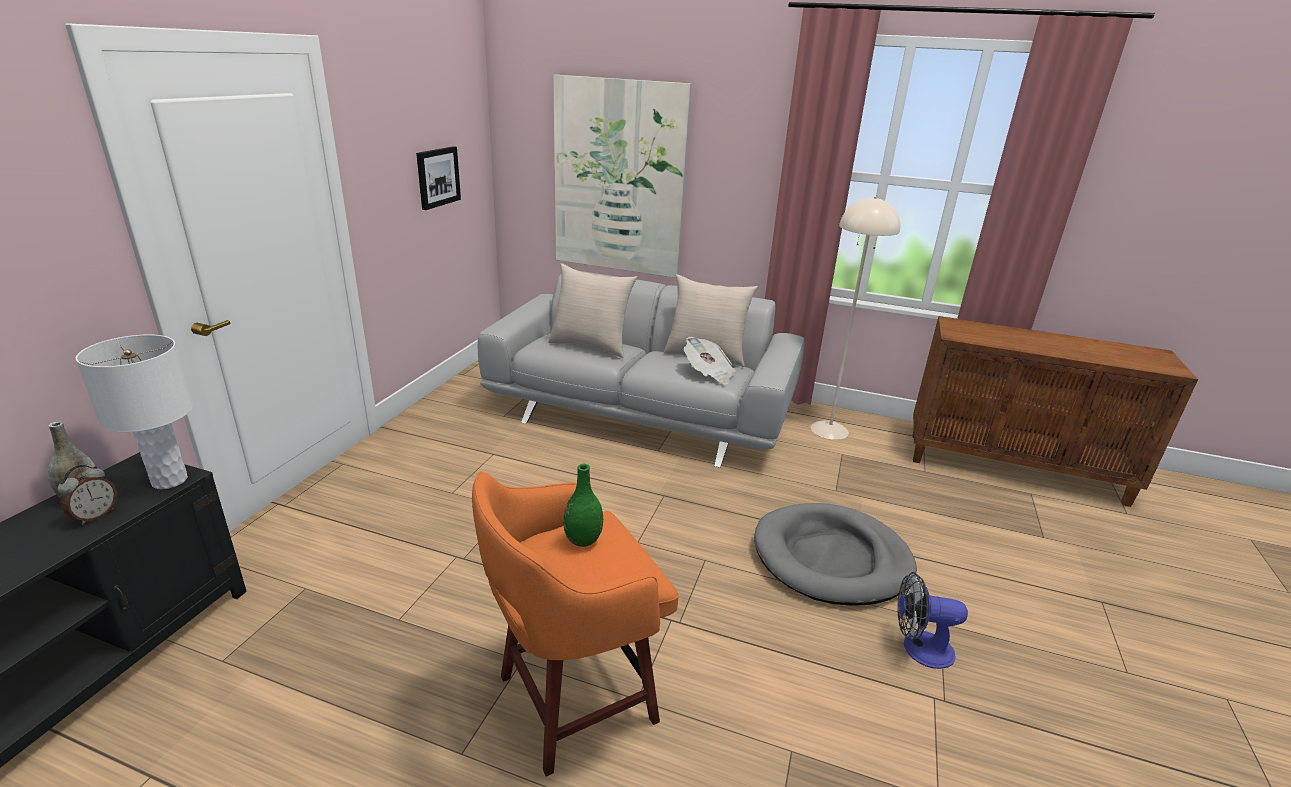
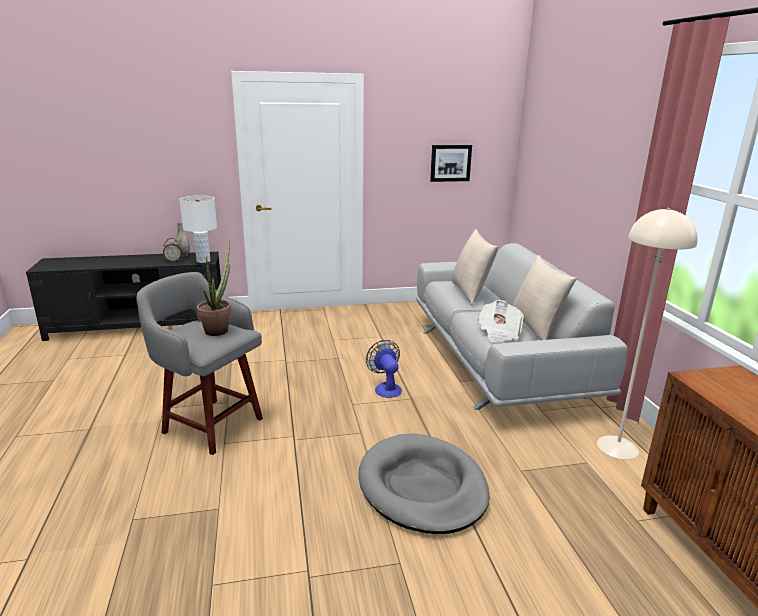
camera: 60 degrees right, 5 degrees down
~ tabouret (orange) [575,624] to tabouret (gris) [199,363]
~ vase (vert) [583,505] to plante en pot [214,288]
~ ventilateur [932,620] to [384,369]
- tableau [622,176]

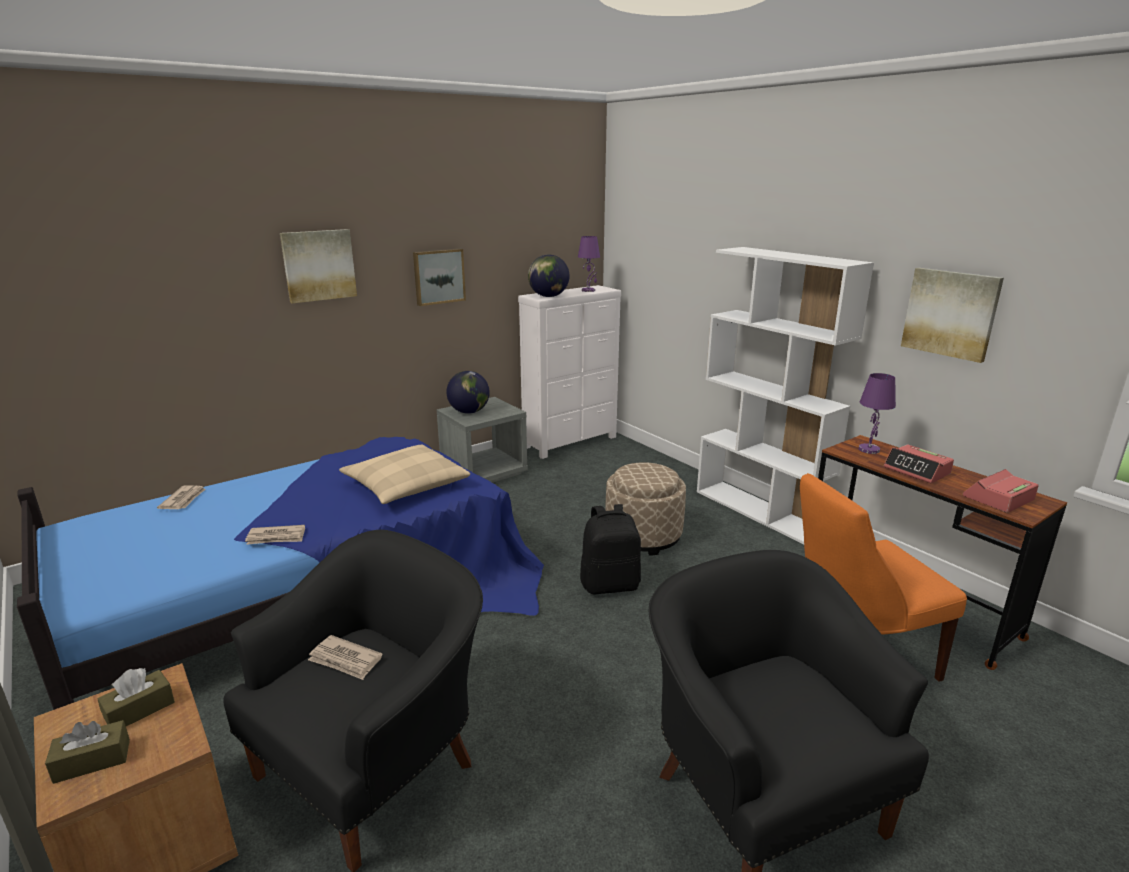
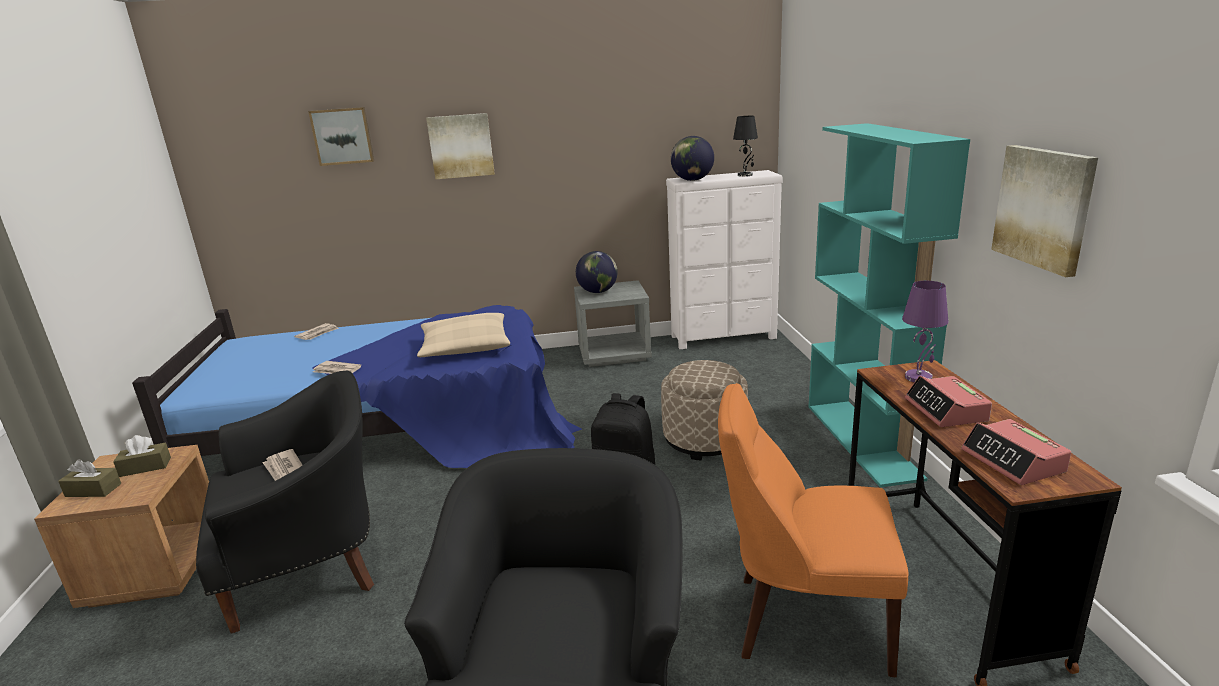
camera: 30 degrees right, 0 degrees up
~ tableau [439,277] to [341,136]
~ lampe de table (violet) [589,264] to lampe de table (noir) [745,146]
~ bibliothèque (blanc) [785,395] to bibliothèque (turquoise) [889,305]
~ réveil [1001,491] = [1016,452] 105 degrees counterclockwise

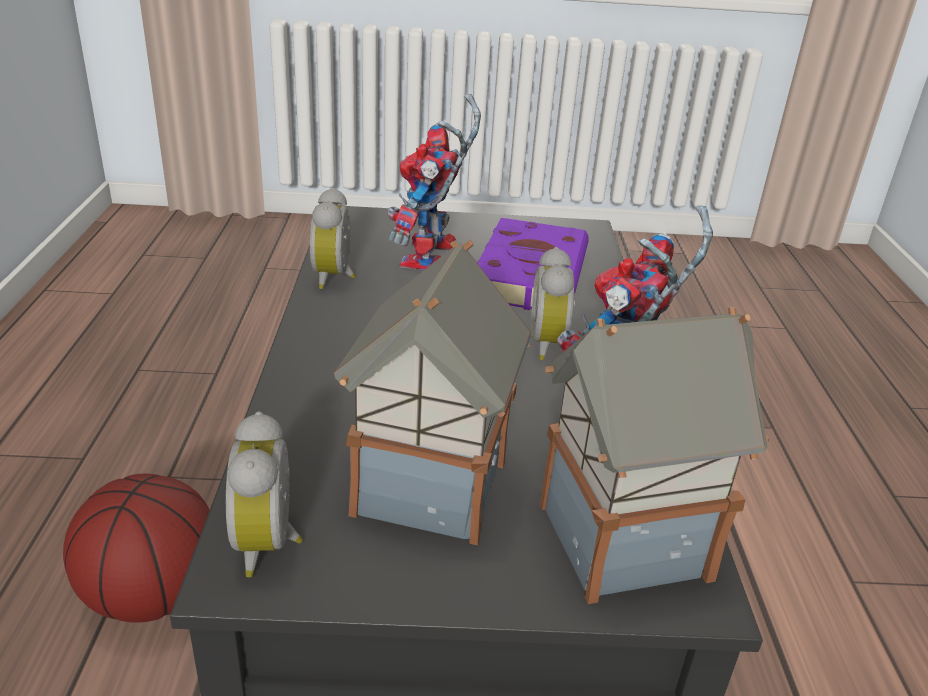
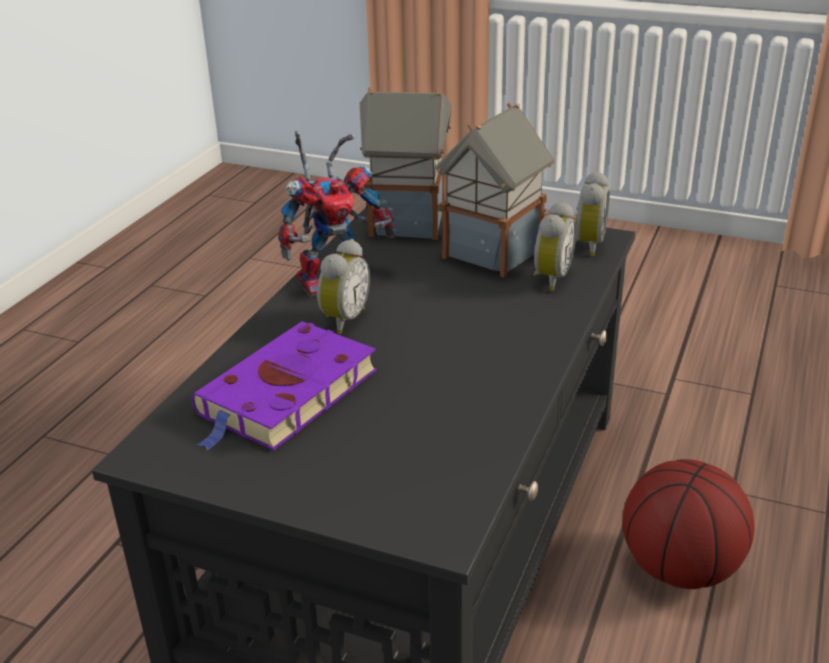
camera: 155 degrees left, 0 degrees up
~ réveil [333,238] to [554,246]
- robot jouet [434,182]

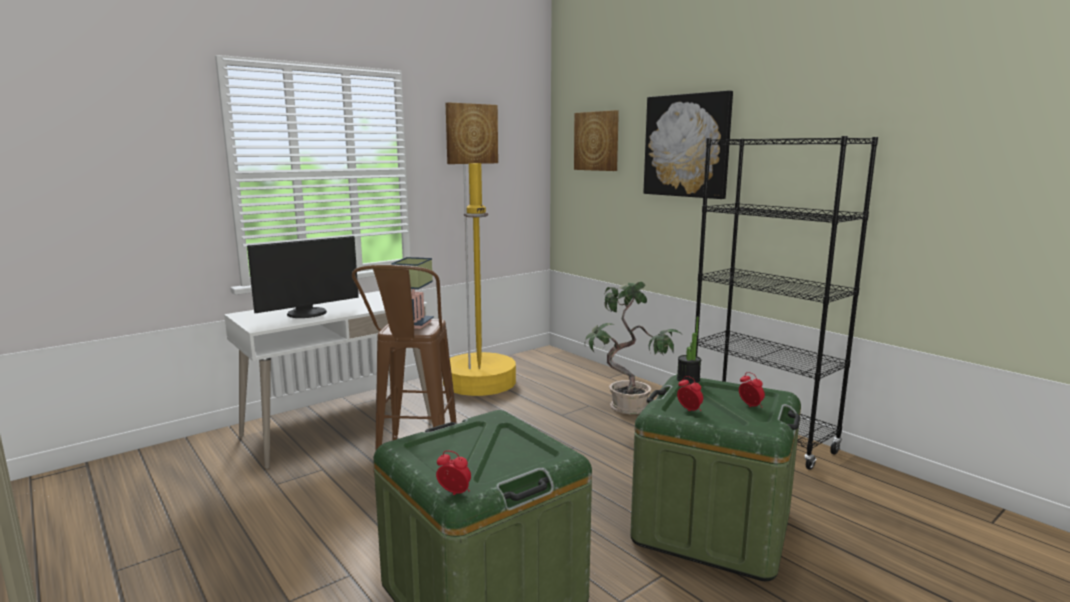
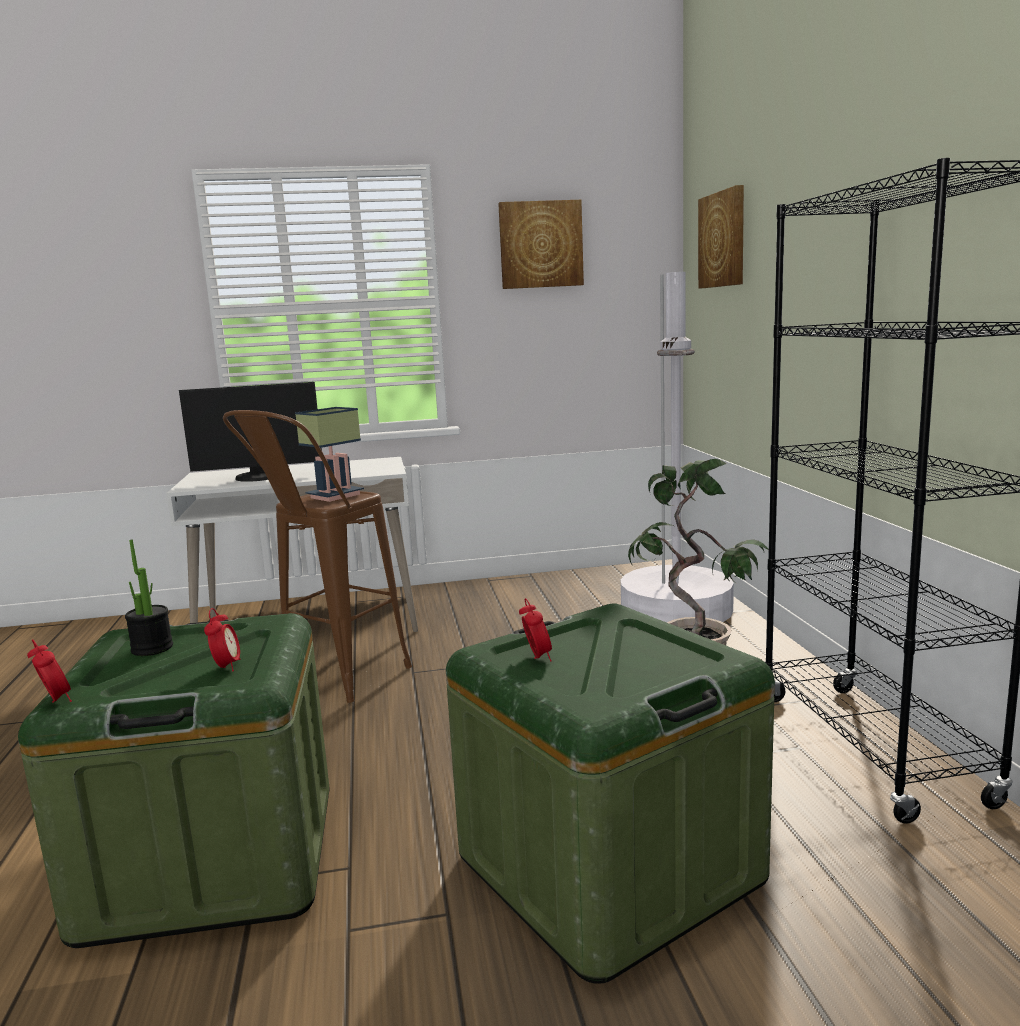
camera: 30 degrees right, 0 degrees up
~ plante en pot [689,350] to [149,598]
~ réveil [752,389] to [222,640]
+ lampadaire (blanc) [677,447]
- lampadaire (jaune) [479,279]
- tableau [688,145]

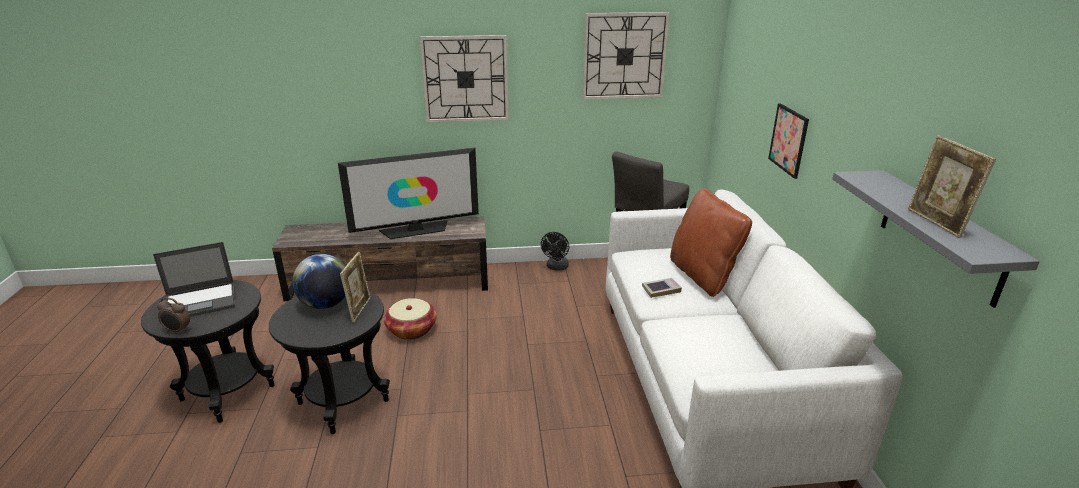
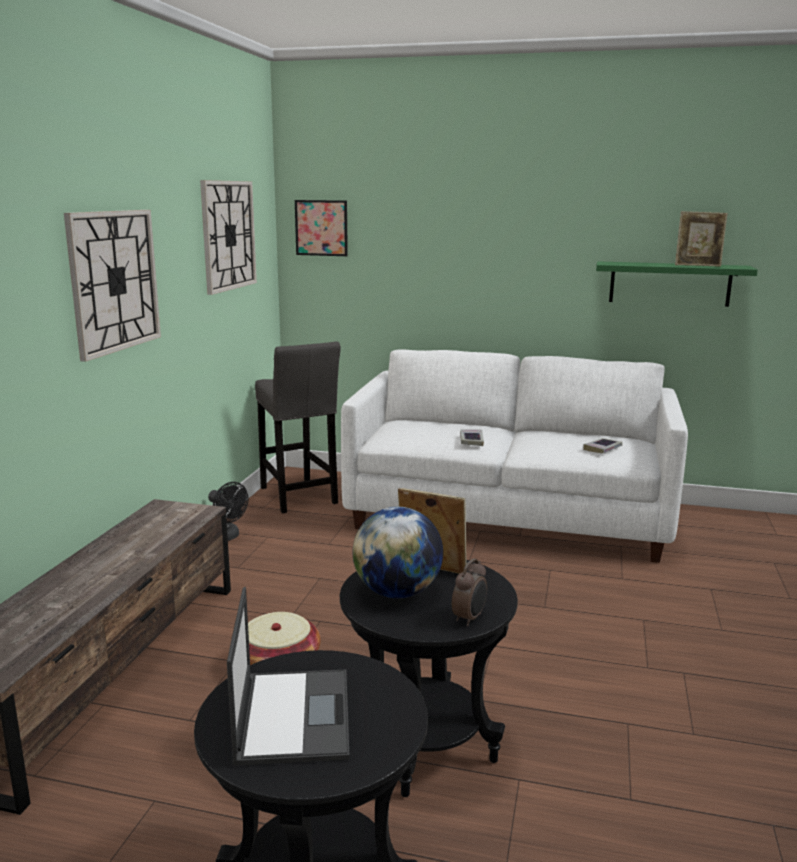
camera: 70 degrees left, 10 degrees down
~ tableau [788,141] to [321,228]
~ réveil [173,315] to [469,592]
+ livre [603,446]
~ étagère (gris) [936,239] to étagère (vert) [677,284]
- téléviseur [408,193]
- coussin (marron) [711,242]

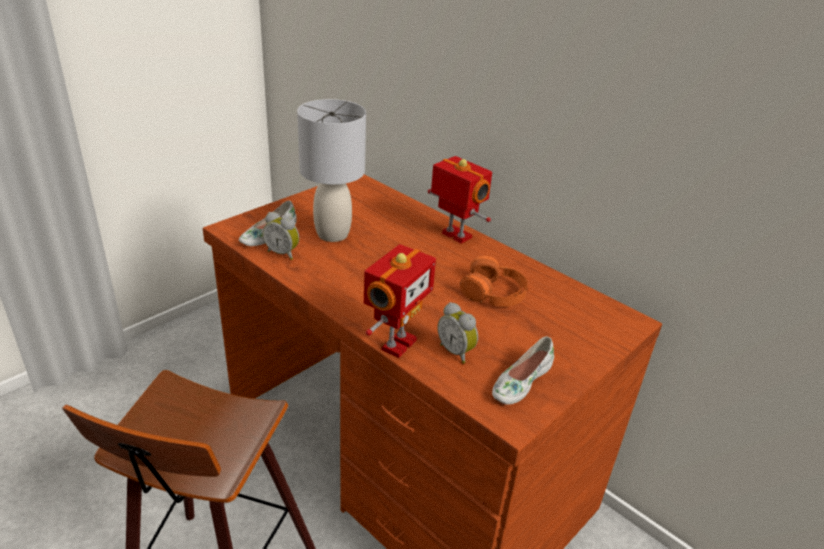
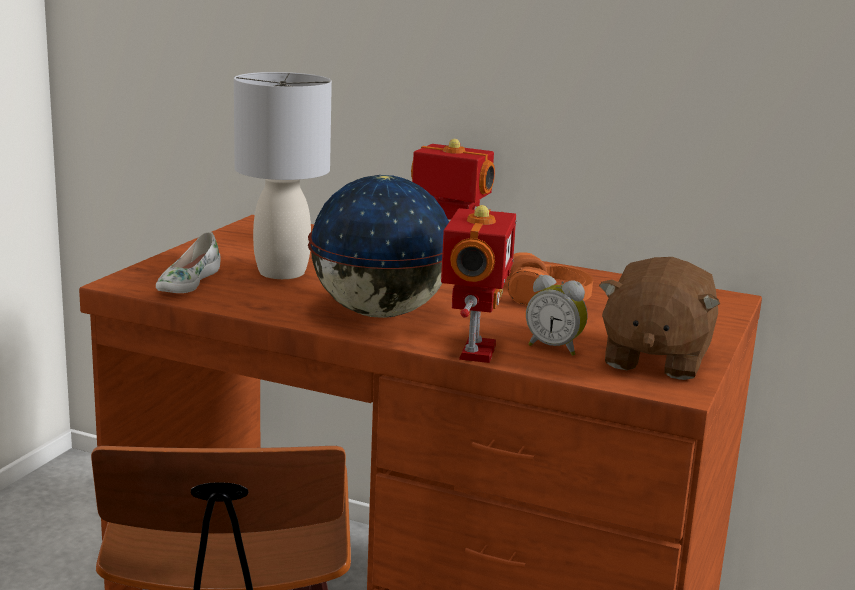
camera: 20 degrees left, 15 degrees down
+ globe [378,246]
~ chaussure (blanc) [523,371] to peluche (marron) [659,318]
- réveil [281,236]

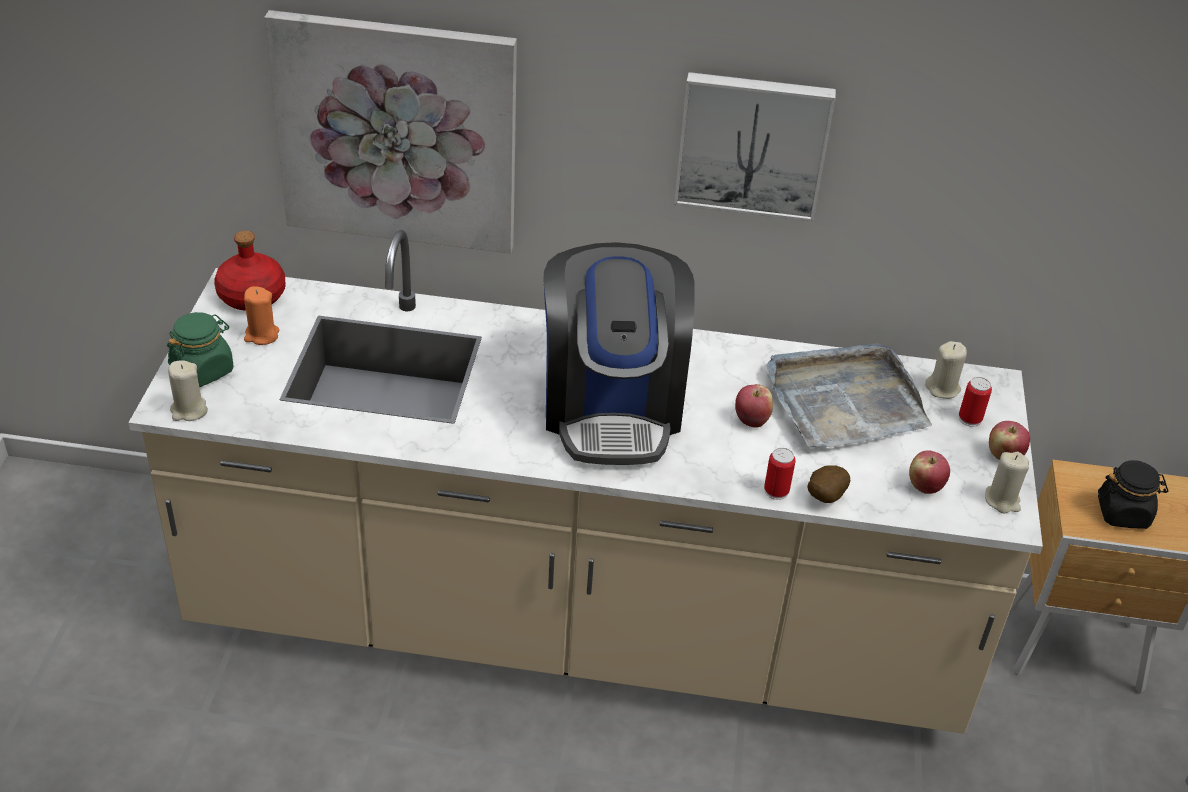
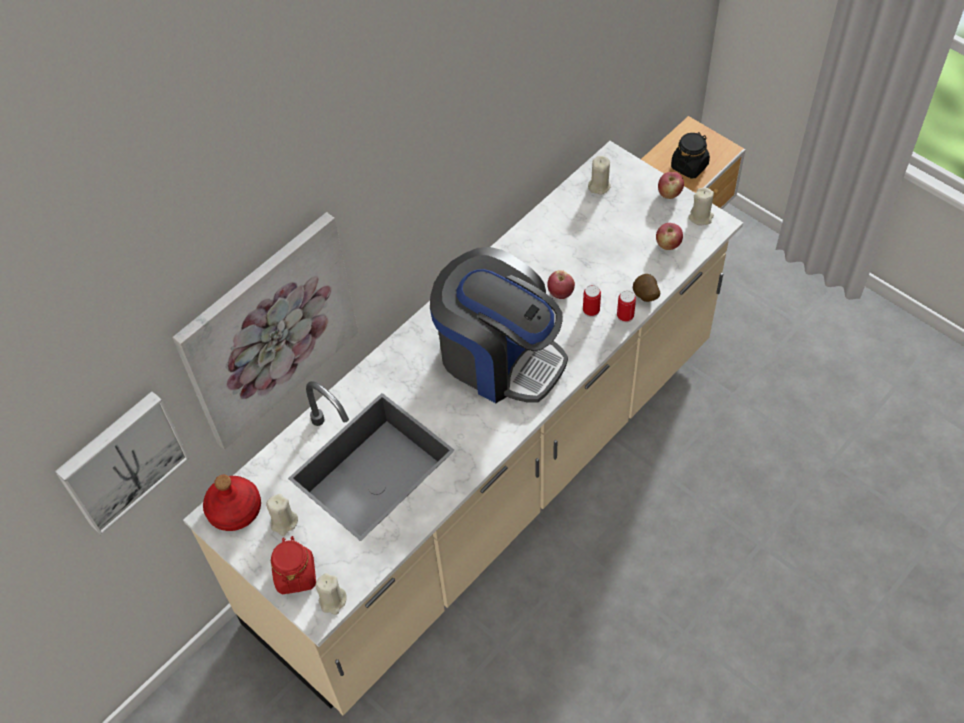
camera: 50 degrees left, 15 degrees up
~ tableau [755,147] to [122,463]
~ bougie (orange) [261,316] to bougie (beige) [282,515]
~ bocal (vert) [200,349] to bocal (rouge) [293,565]
~ boîte métallique [975,402] to [592,301]
- plateau (gris) [849,395]

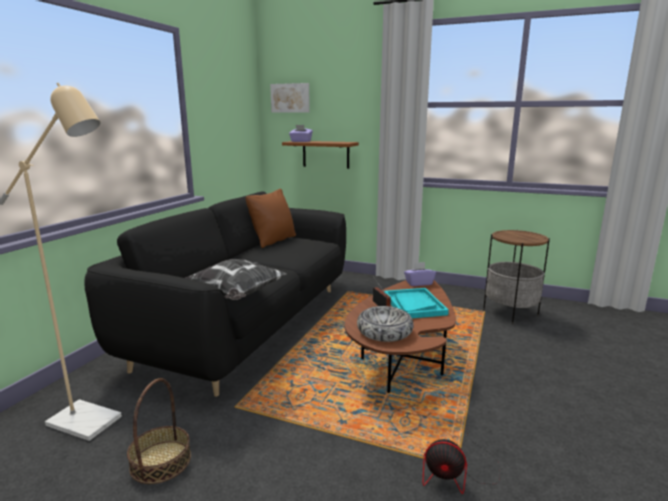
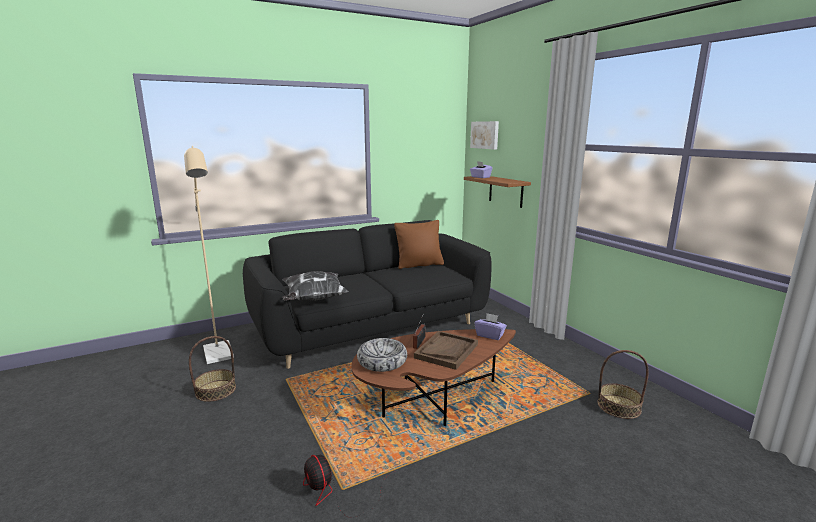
camera: 40 degrees right, 0 degrees up
~ plateau (turquoise) [416,303] to plateau (marron) [446,350]
~ table d'appoint [516,277] to panier [623,384]

